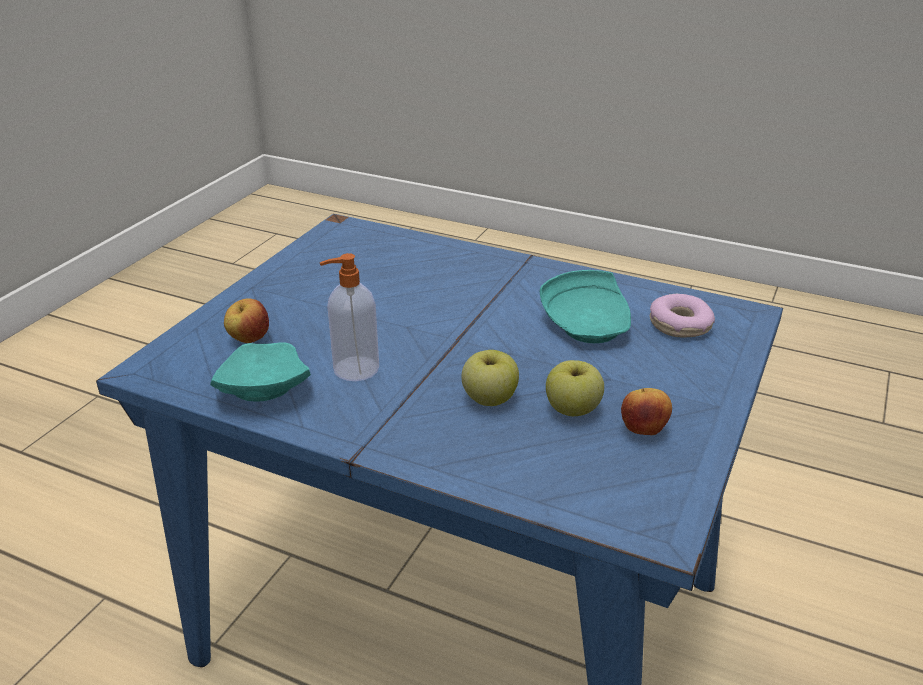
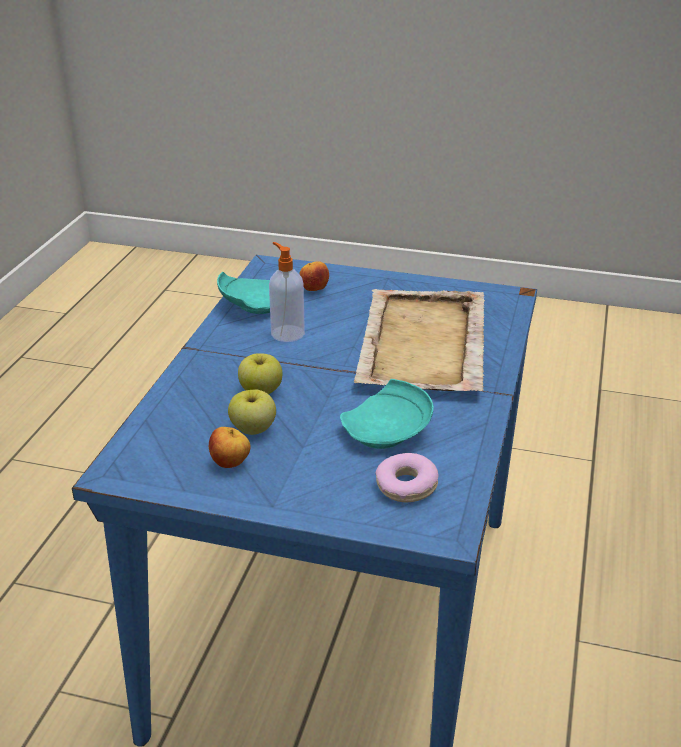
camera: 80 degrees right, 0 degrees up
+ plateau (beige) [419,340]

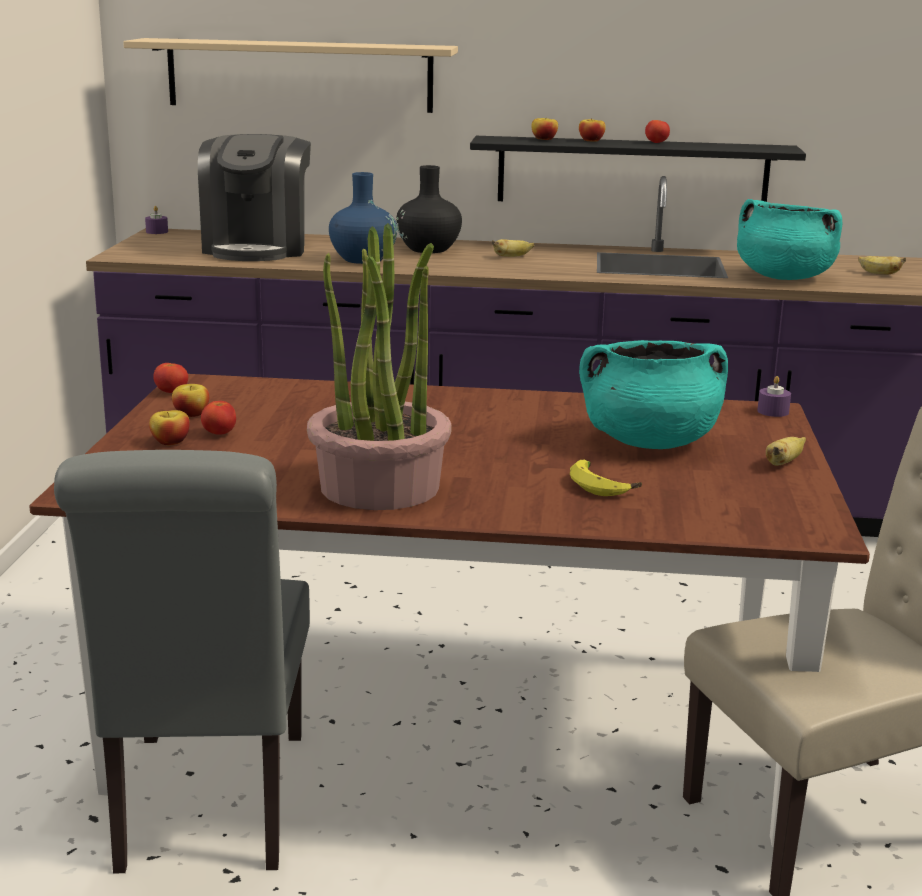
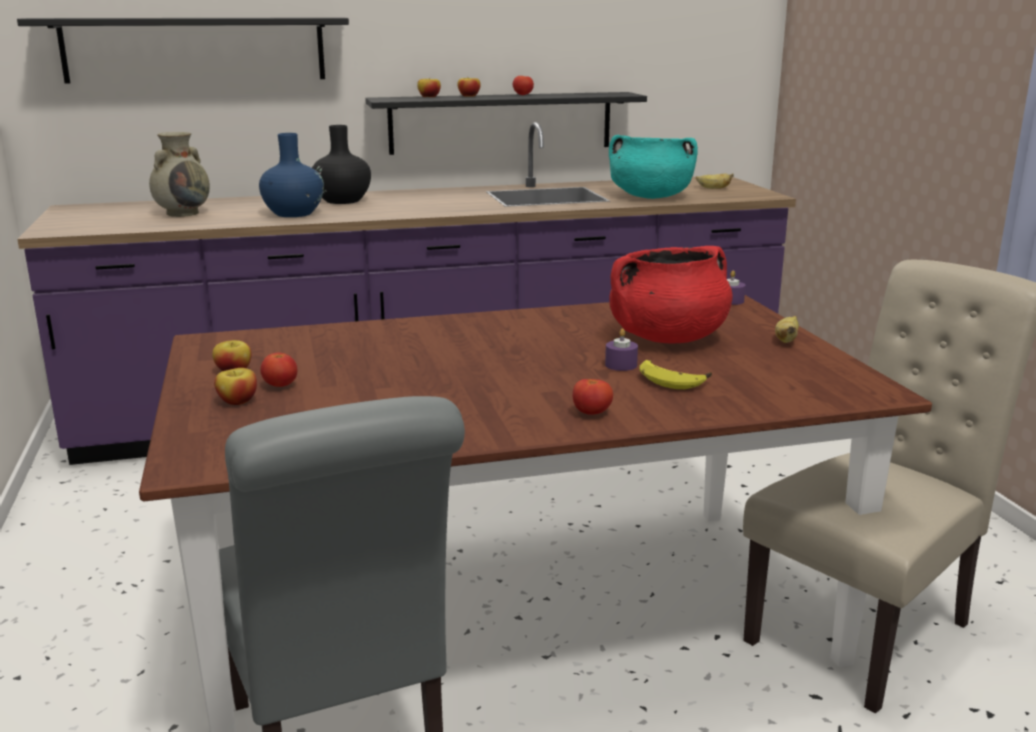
camera: 20 degrees left, 0 degrees up
~ étagère (beige) [290,75] to étagère (noir) [183,50]
~ machine à café [254,197] to vase (beige) [179,174]
~ tomate [170,378] to [593,397]
~ bougie (violet) [156,220] to [621,350]
~ marmite (turquoise) [653,394] to marmite (rouge) [671,294]
- plante en pot [379,366]
- banane [513,248]

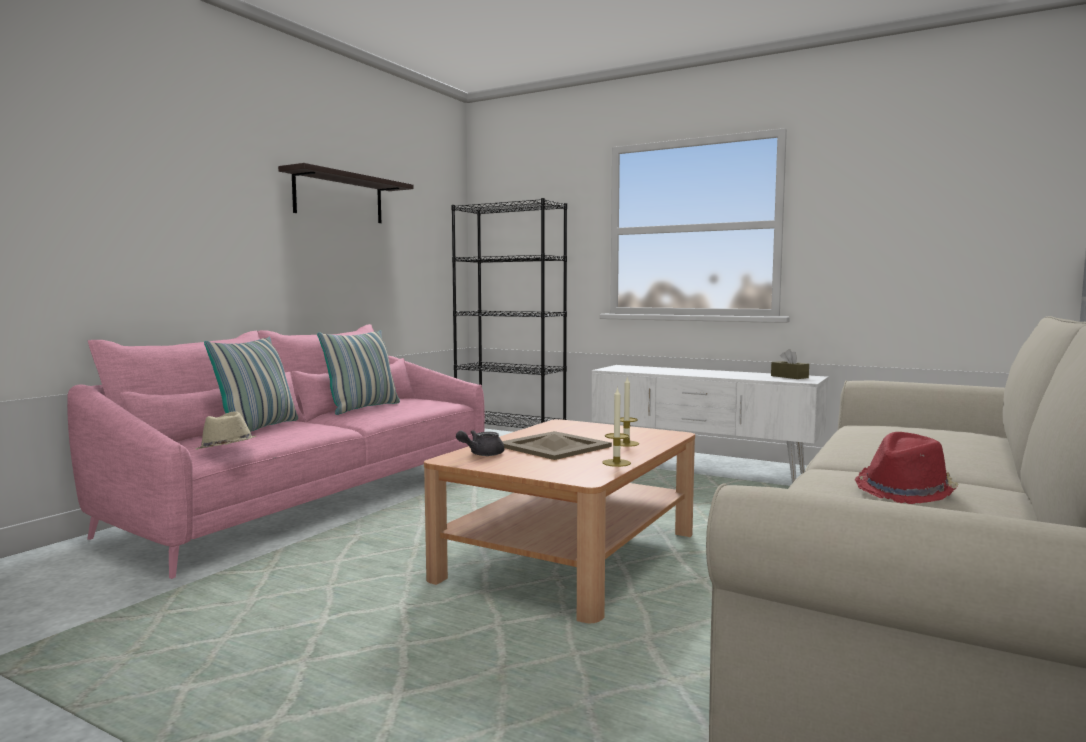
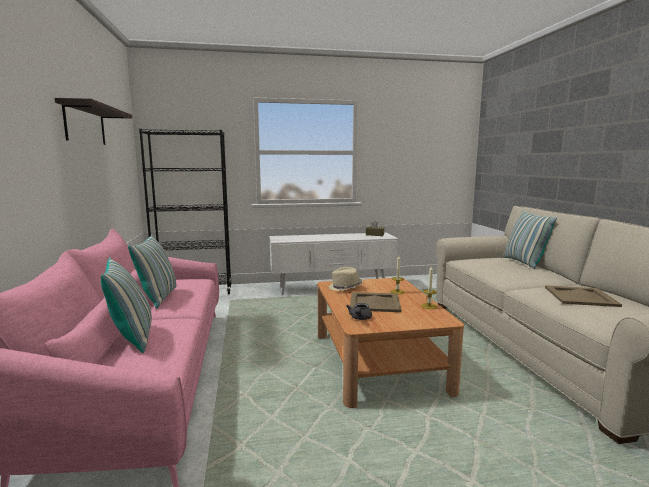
camera: 40 degrees left, 5 degrees up
~ chapeau (beige) [226,430] to [345,279]
+ coussin [530,239]
~ chapeau (rouge) [907,468] to plateau (beige) [583,296]

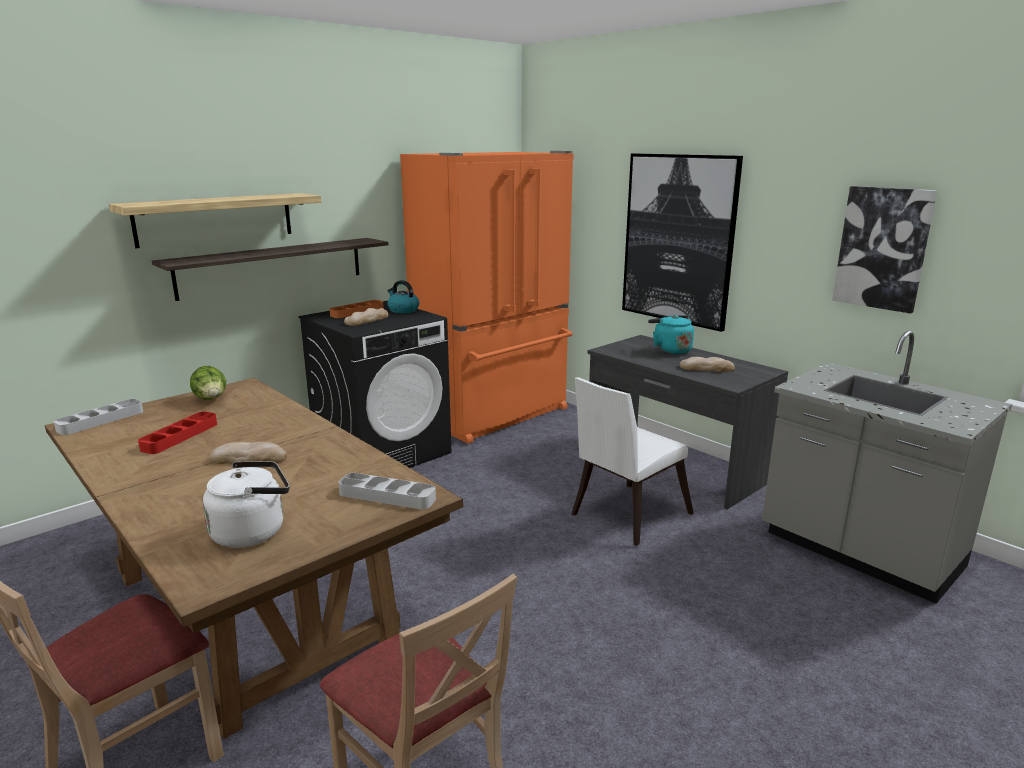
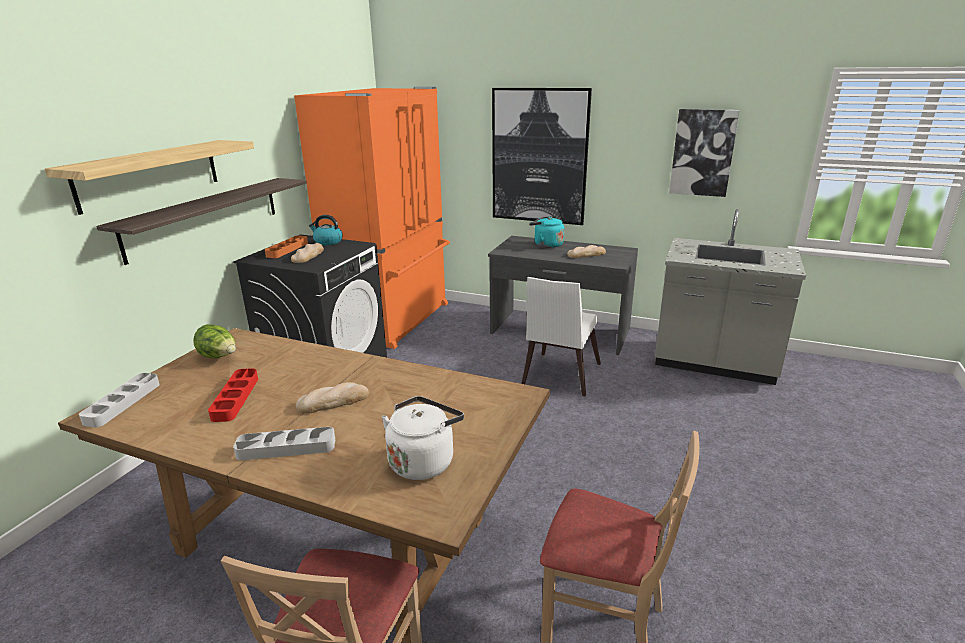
camera: 25 degrees left, 5 degrees up
~ plateau (gris) [387,491] to [284,443]

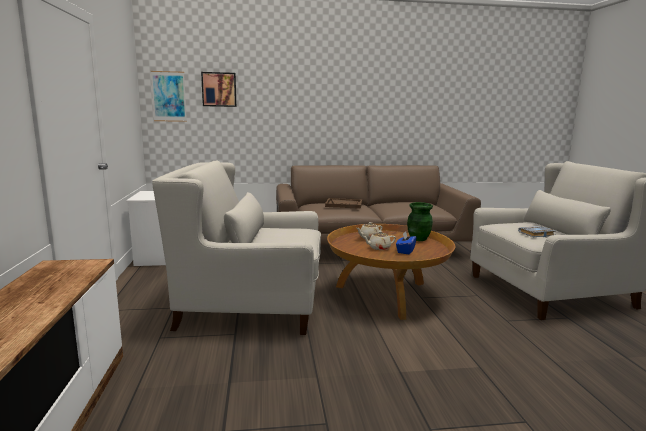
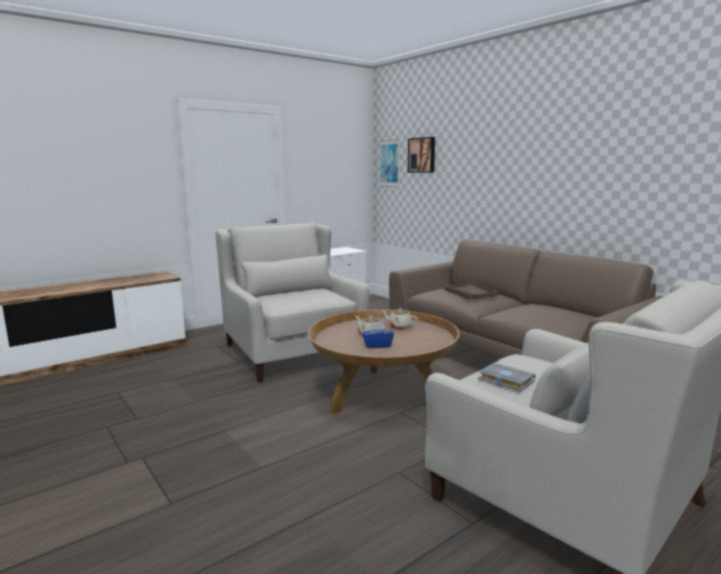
camera: 60 degrees right, 0 degrees up
- vase (vert) [420,221]

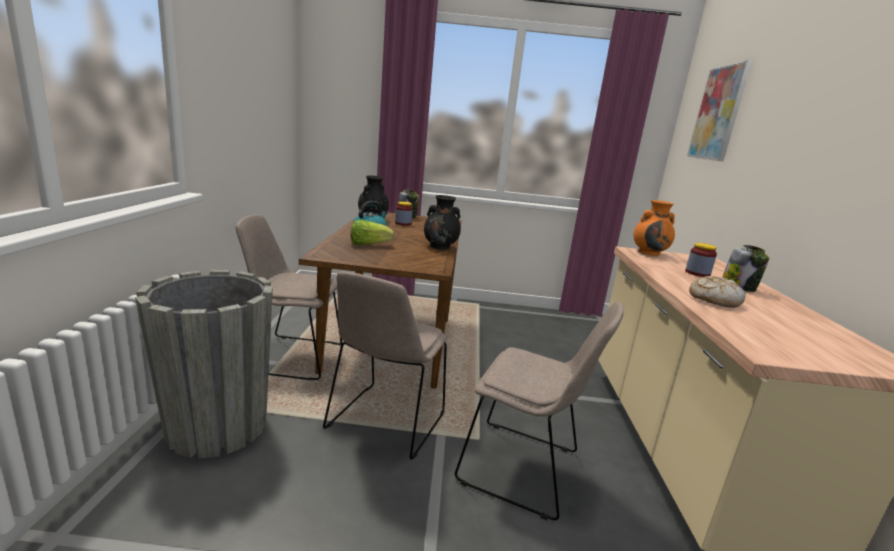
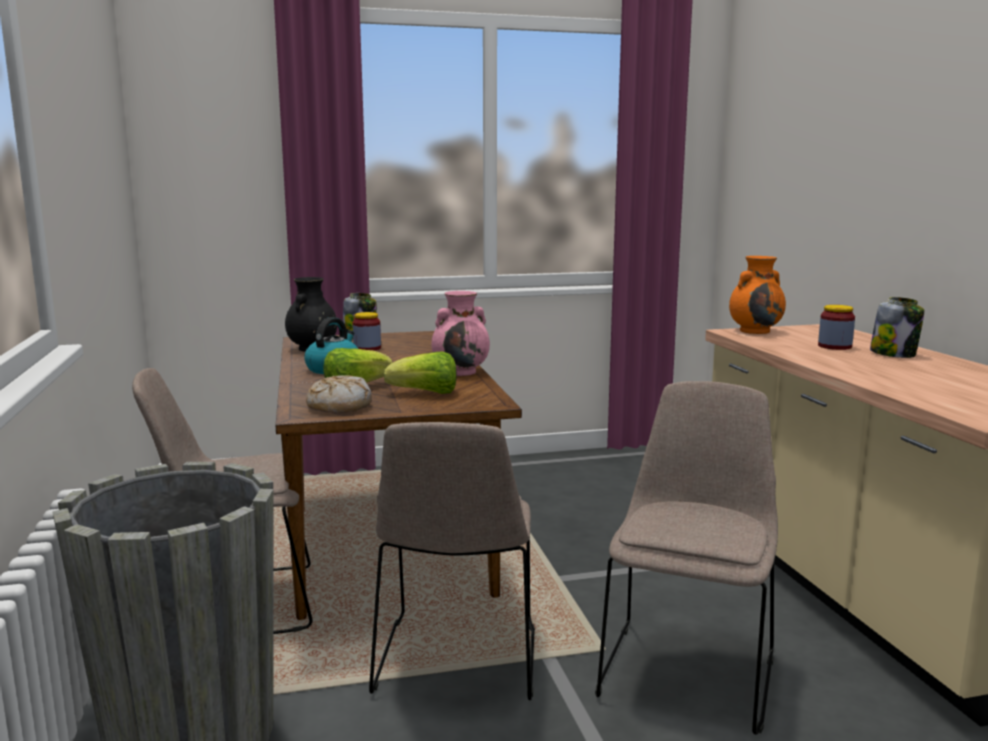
camera: 15 degrees left, 5 degrees down
~ pain [717,292] to [339,394]
+ laitue [420,372]
~ vase (noir) [442,222] to vase (rose) [460,333]
~ chaise (beige) [539,411] = [686,558] 75 degrees counterclockwise
- tableau [719,110]

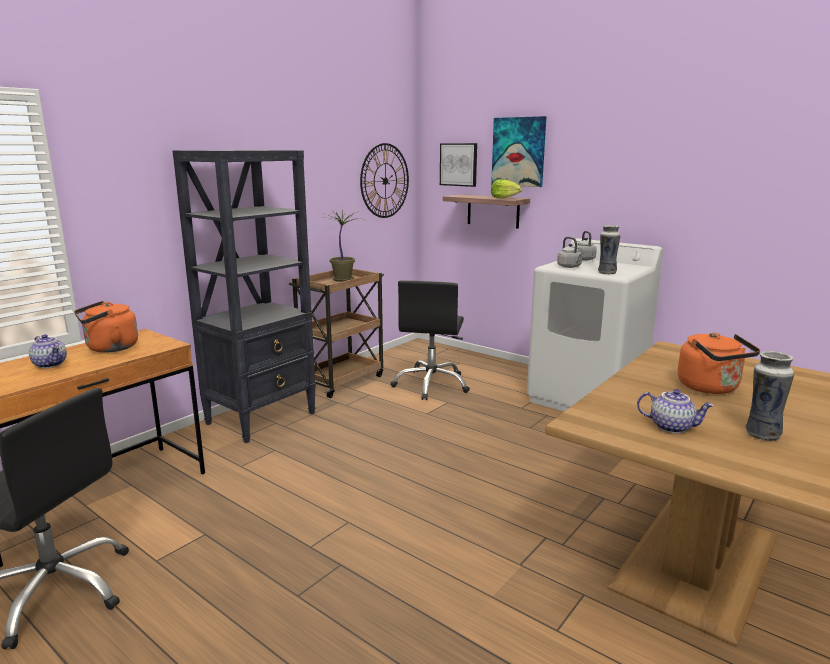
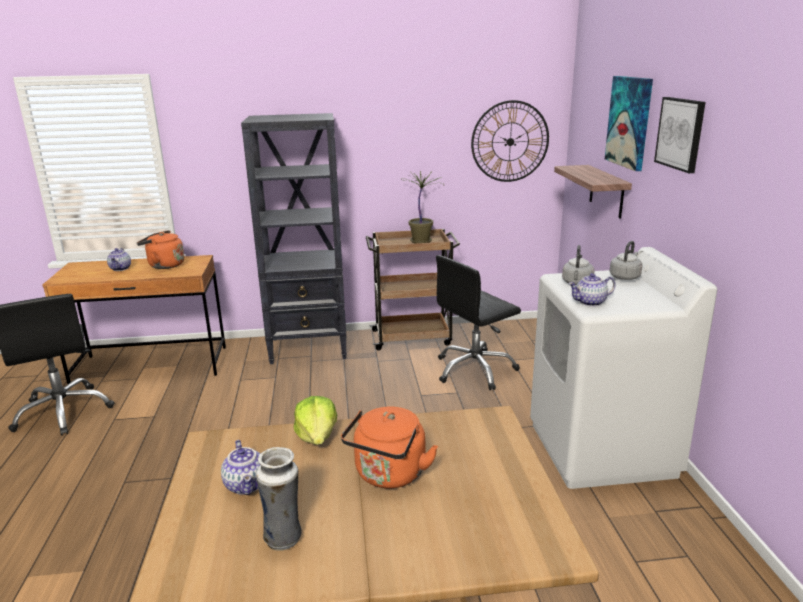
camera: 45 degrees right, 5 degrees up
~ laitue [506,188] to [315,420]
~ vase [609,250] to théière [592,289]
~ tableau [458,165] to [680,135]

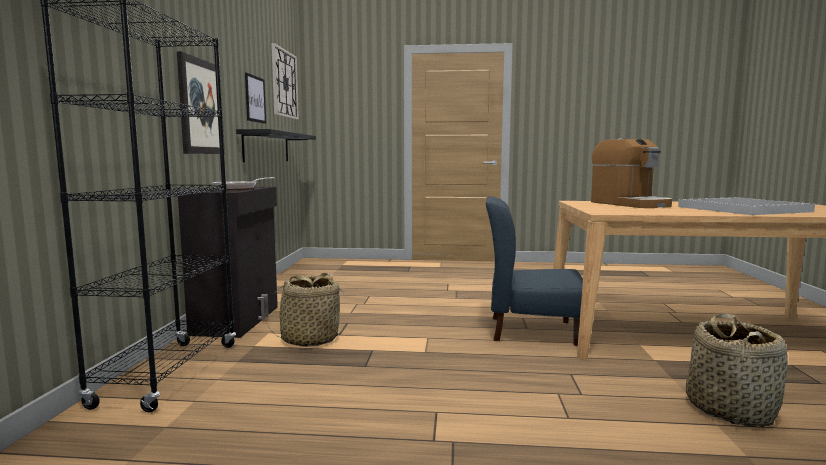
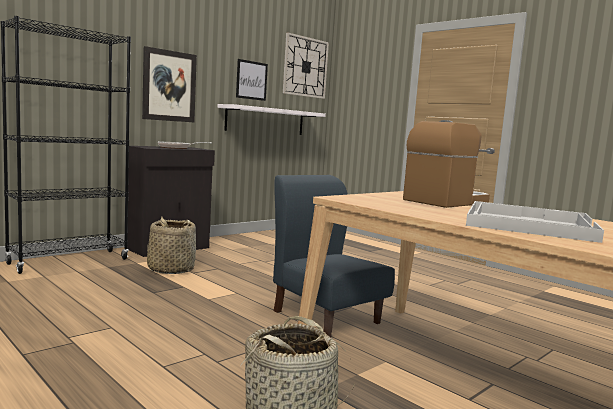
camera: 40 degrees right, 0 degrees up
~ étagère (noir) [276,145] to étagère (blanc) [271,119]
~ machine à café [631,173] = [446,164] 150 degrees counterclockwise

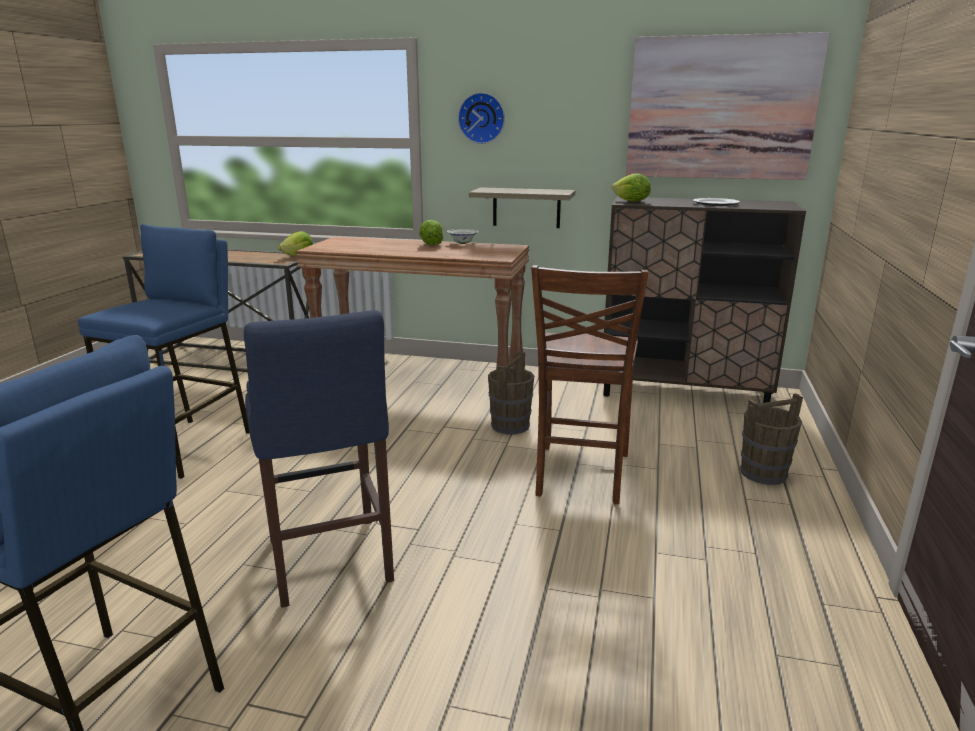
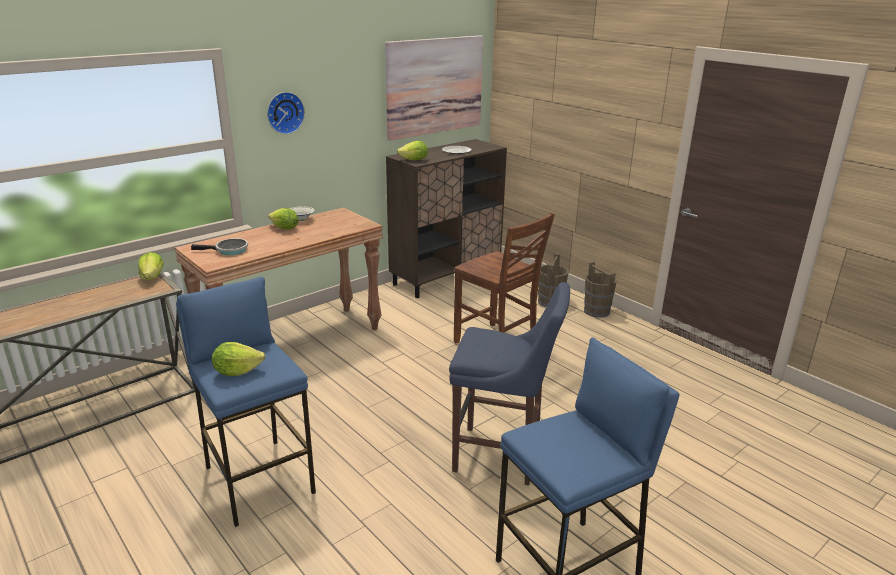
camera: 55 degrees left, 5 degrees up
+ poêle [219,246]
+ laitue [238,359]
~ seau (marron) [511,392] to [600,290]
- étagère [522,207]

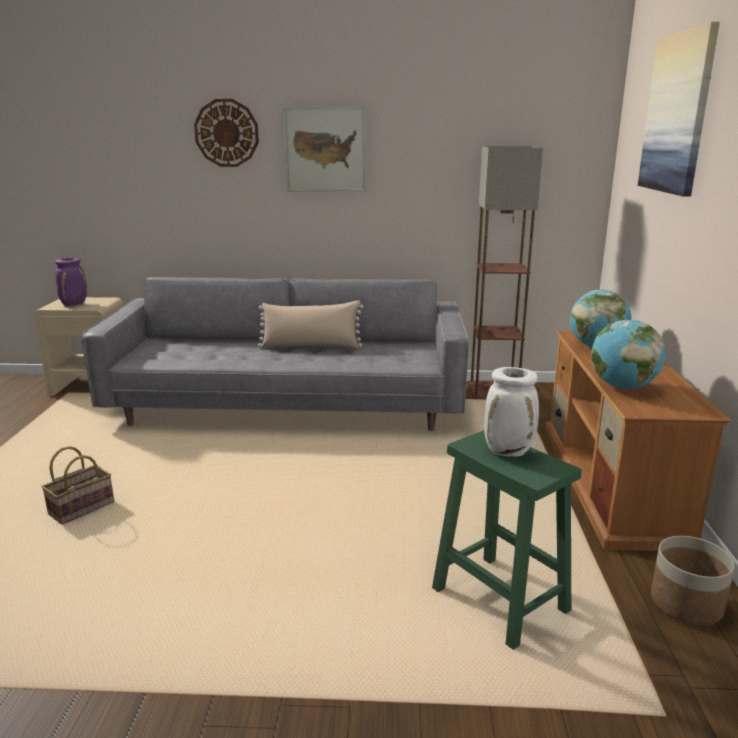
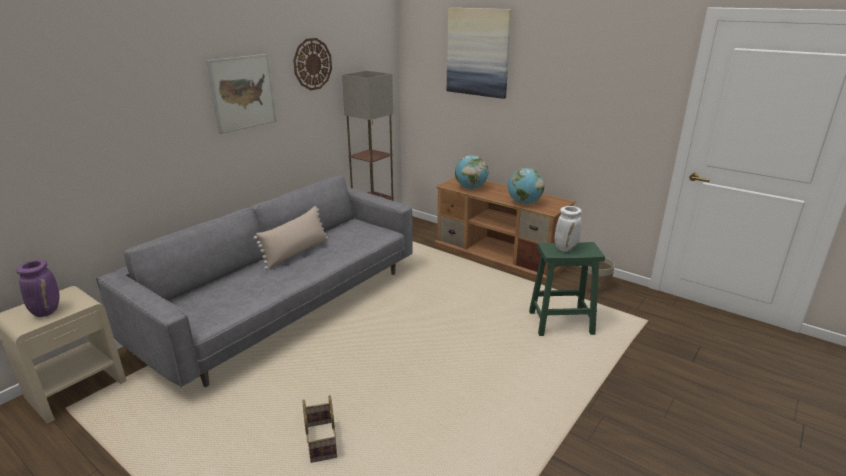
camera: 55 degrees left, 5 degrees up
~ horloge murale [226,133] to [312,64]

